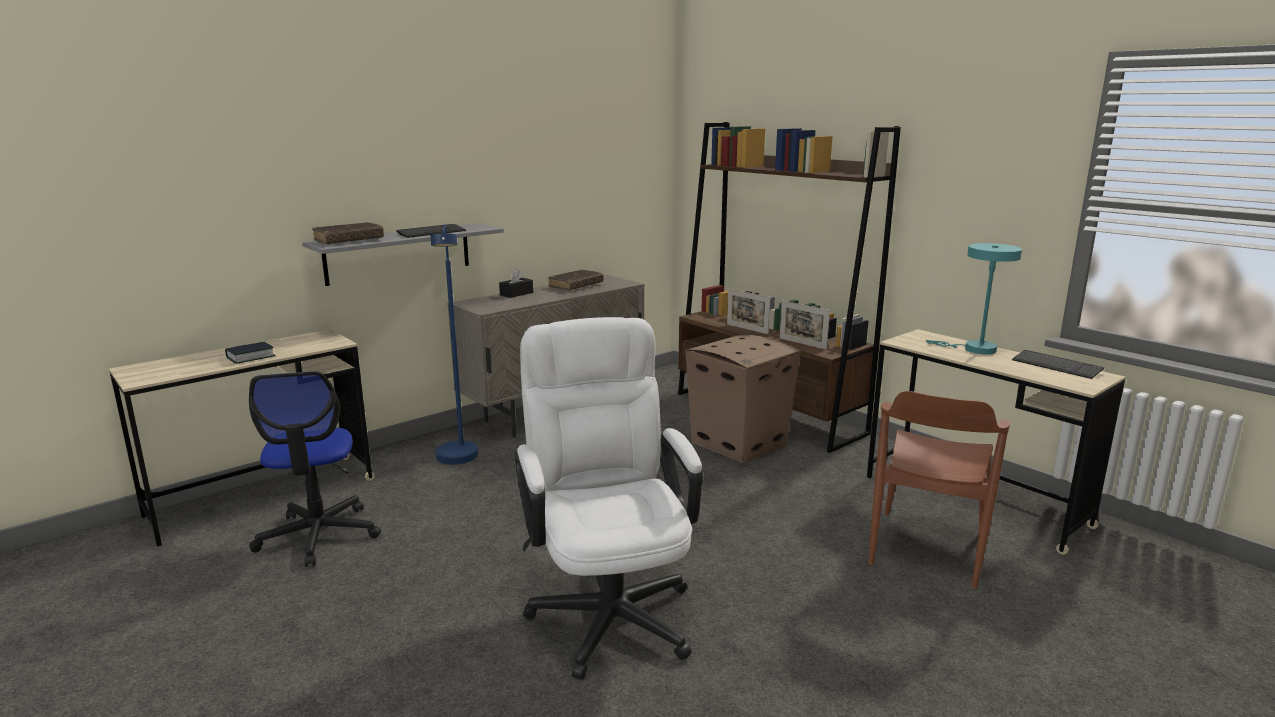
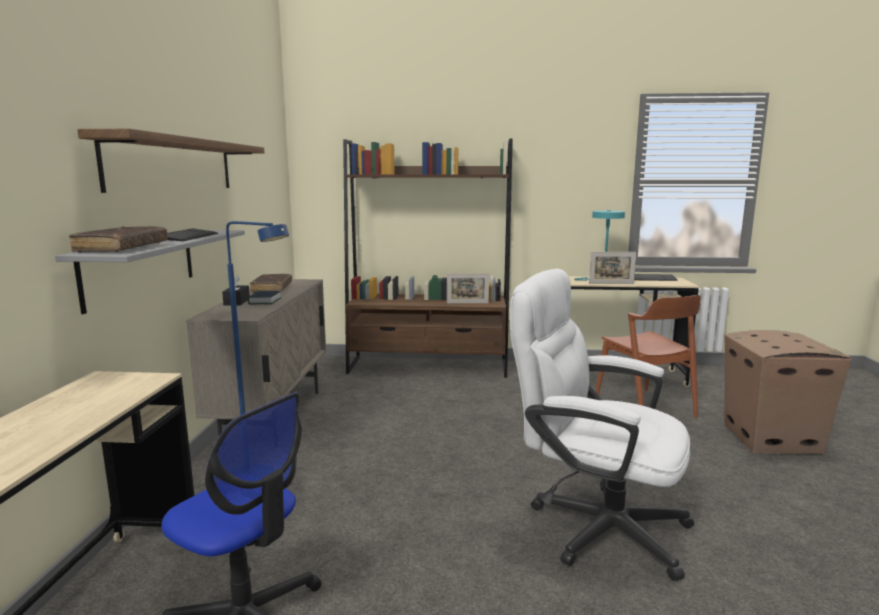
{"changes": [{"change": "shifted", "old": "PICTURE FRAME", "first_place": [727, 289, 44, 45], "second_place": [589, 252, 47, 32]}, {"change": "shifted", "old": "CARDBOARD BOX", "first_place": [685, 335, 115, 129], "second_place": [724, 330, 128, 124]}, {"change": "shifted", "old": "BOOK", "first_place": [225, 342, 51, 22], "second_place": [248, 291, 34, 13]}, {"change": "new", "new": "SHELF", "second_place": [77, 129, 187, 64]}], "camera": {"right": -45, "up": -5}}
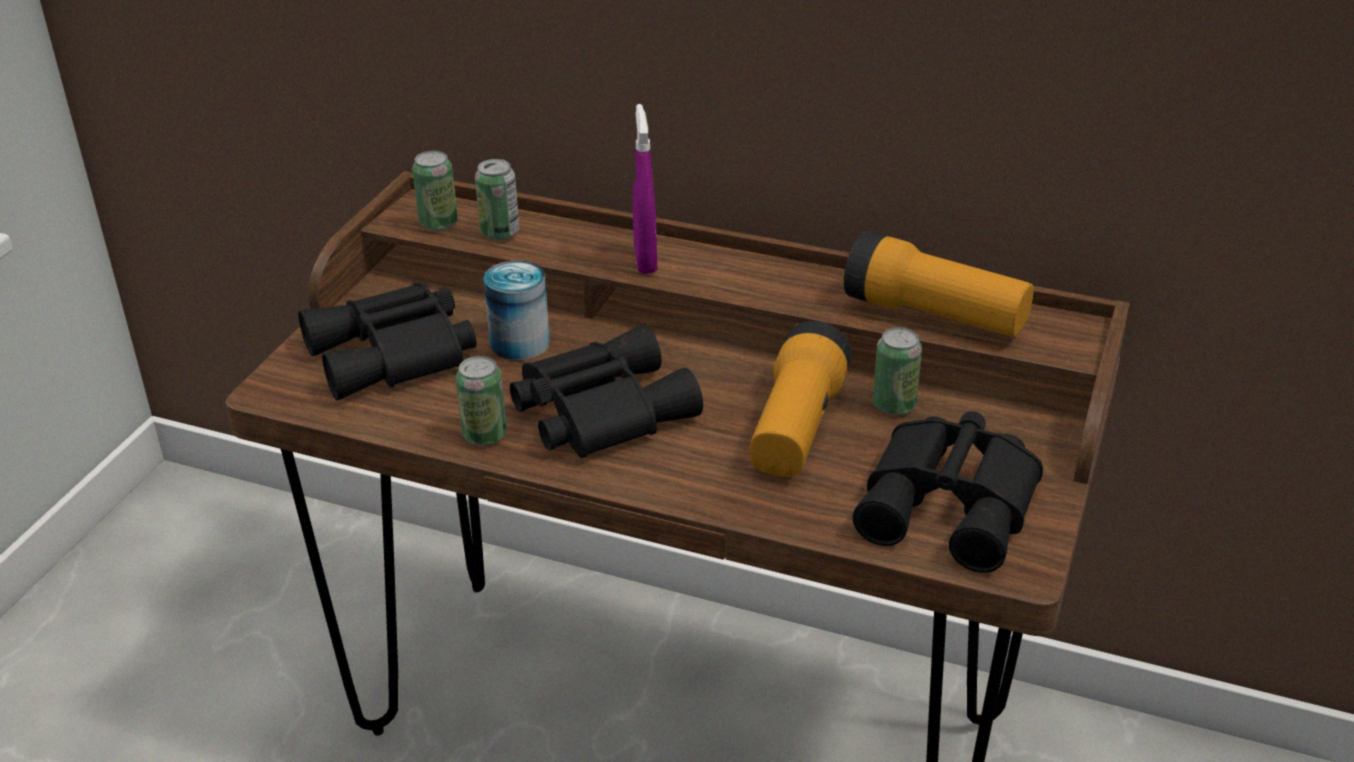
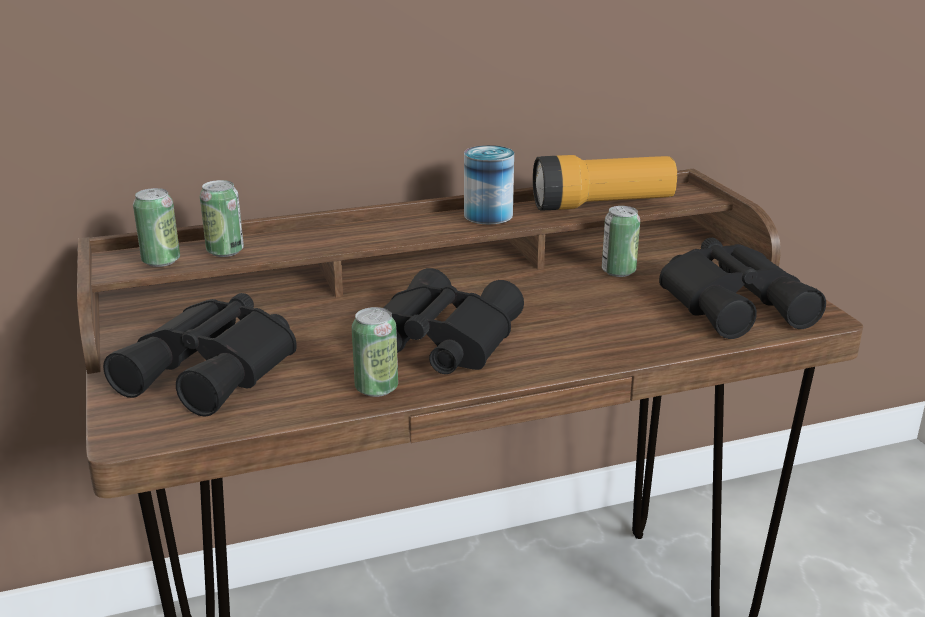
{"changes": [{"change": "gone", "old": "PURPLE SPRAY BOTTLE", "first_place": [633, 104, 24, 170]}, {"change": "shifted", "old": "CAN", "first_place": [484, 260, 66, 101], "second_place": [464, 145, 50, 79]}, {"change": "gone", "old": "FLASHLIGHT", "first_place": [750, 321, 102, 156]}], "camera": {"right": -40, "up": -10}}
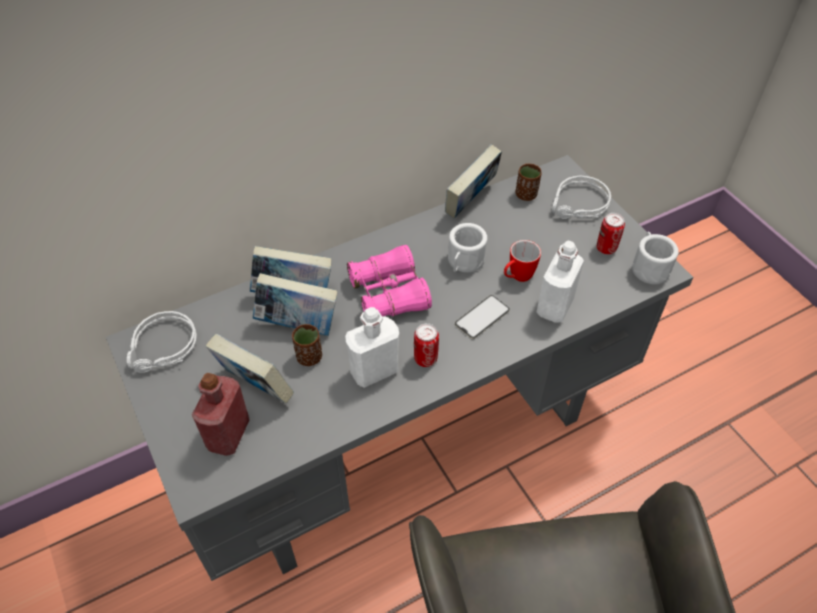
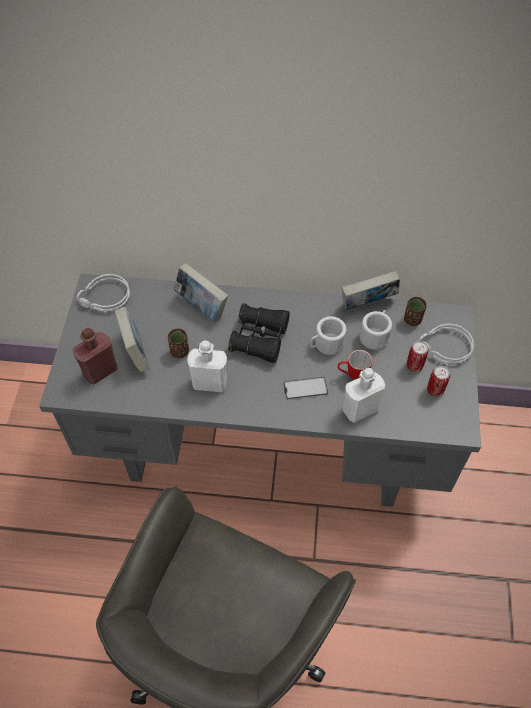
{"changes": [{"change": "shifted", "old": "WHITE MUG", "first_place": [632, 232, 47, 52], "second_place": [360, 310, 32, 40]}, {"change": "repainted", "old": "PINK BINOCULARS", "new": "BLACK BINOCULARS", "first_place": [347, 245, 85, 72], "second_place": [228, 303, 62, 60]}, {"change": "gone", "old": "BOOK", "first_place": [252, 273, 85, 63]}, {"change": "shifted", "old": "CAN", "first_place": [414, 323, 25, 44], "second_place": [407, 341, 22, 31]}], "camera": {"right": 35, "up": 5}}
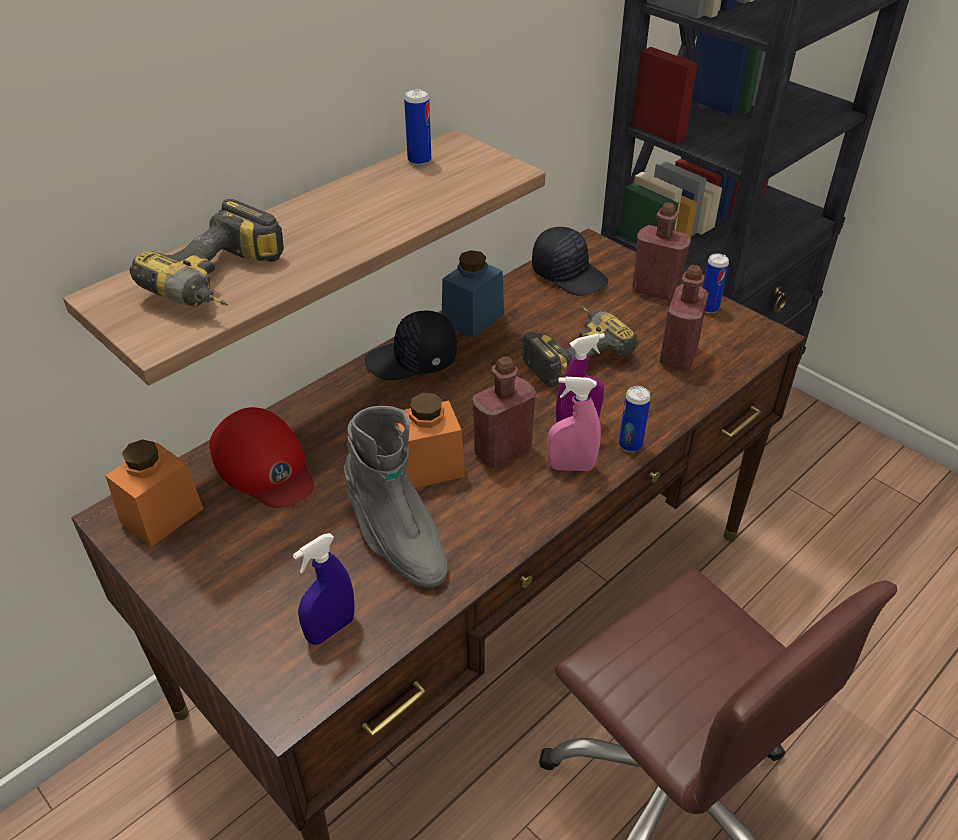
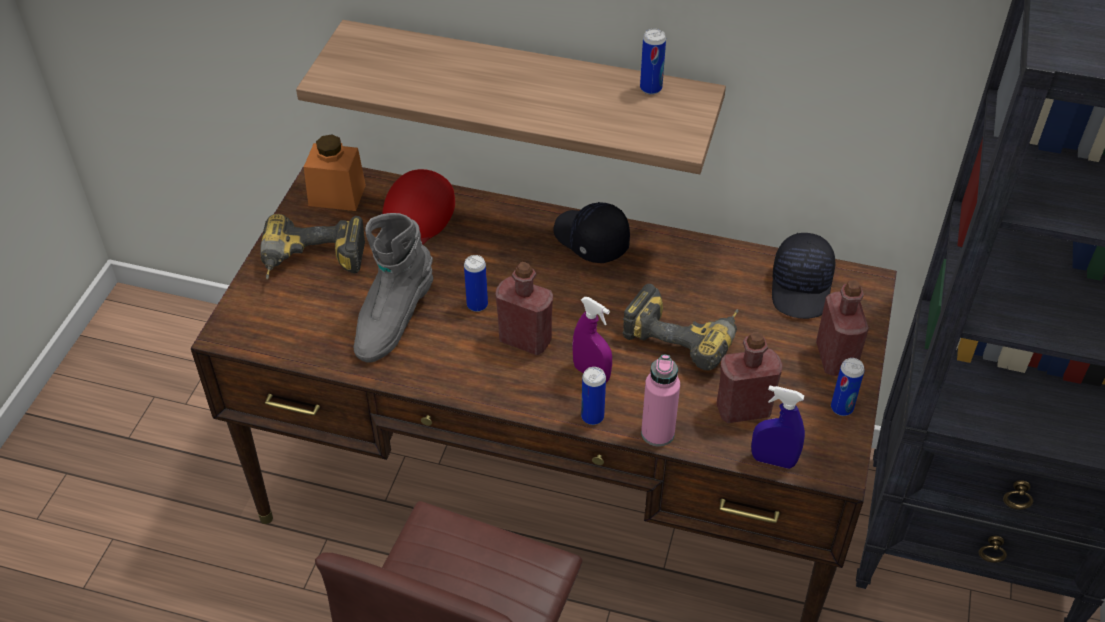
{"changes": [{"change": "shifted", "old": "POWER DRILL", "first_place": [129, 199, 155, 108], "second_place": [260, 214, 105, 65]}, {"change": "gone", "old": "BLUE JAR", "first_place": [442, 250, 62, 88]}, {"change": "gone", "old": "PINK SPRAY BOTTLE", "first_place": [547, 377, 54, 94]}, {"change": "swapped", "old": "ORANGE JAR", "new": "CAN", "first_place": [395, 393, 70, 95], "second_place": [464, 255, 24, 57]}, {"change": "shifted", "old": "BLUE SPRAY BOTTLE", "first_place": [293, 533, 62, 112], "second_place": [751, 385, 54, 84]}, {"change": "new", "new": "PINK BOTTLE", "second_place": [641, 355, 39, 92]}], "camera": {"right": 60, "up": 5}}
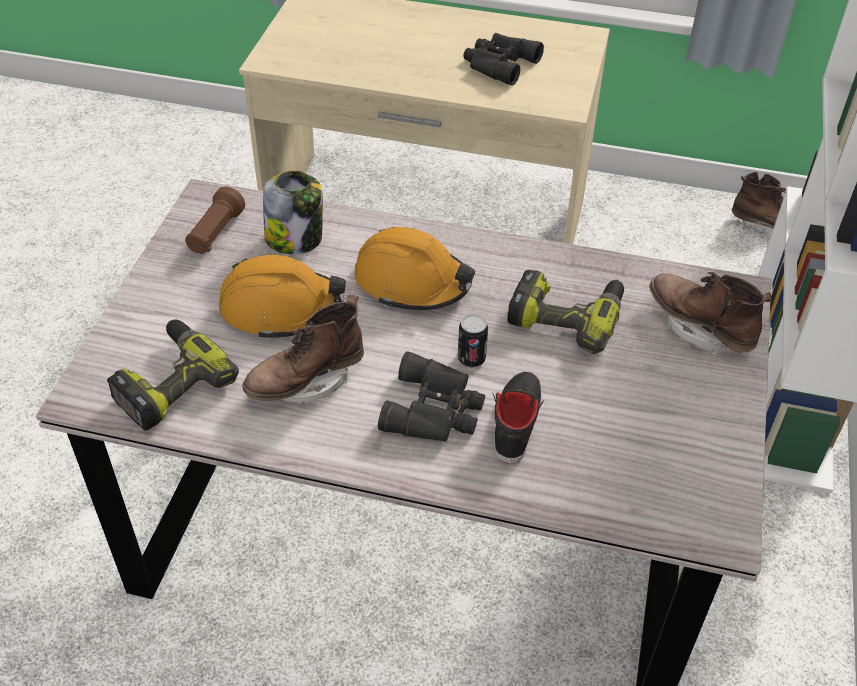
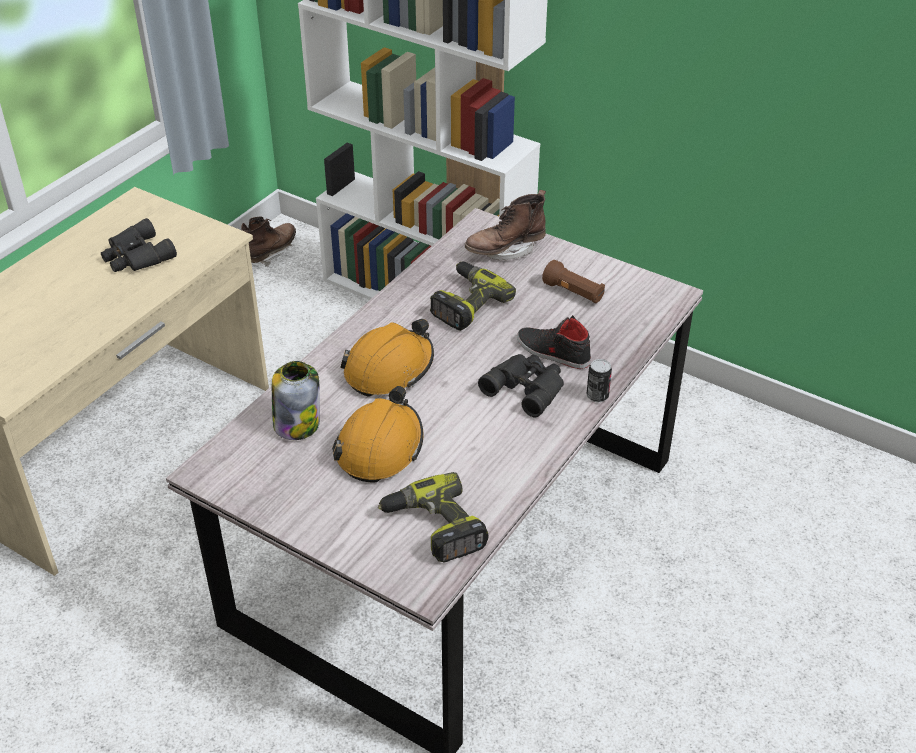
{"changes": [{"change": "shifted", "old": "BROWN FLASHLIGHT", "first_place": [185, 187, 60, 67], "second_place": [542, 260, 63, 43]}, {"change": "gone", "old": "BROWN BOOT", "first_place": [243, 295, 121, 109]}, {"change": "shifted", "old": "CAN", "first_place": [458, 314, 30, 54], "second_place": [586, 359, 26, 43]}], "camera": {"right": -70, "up": -5}}
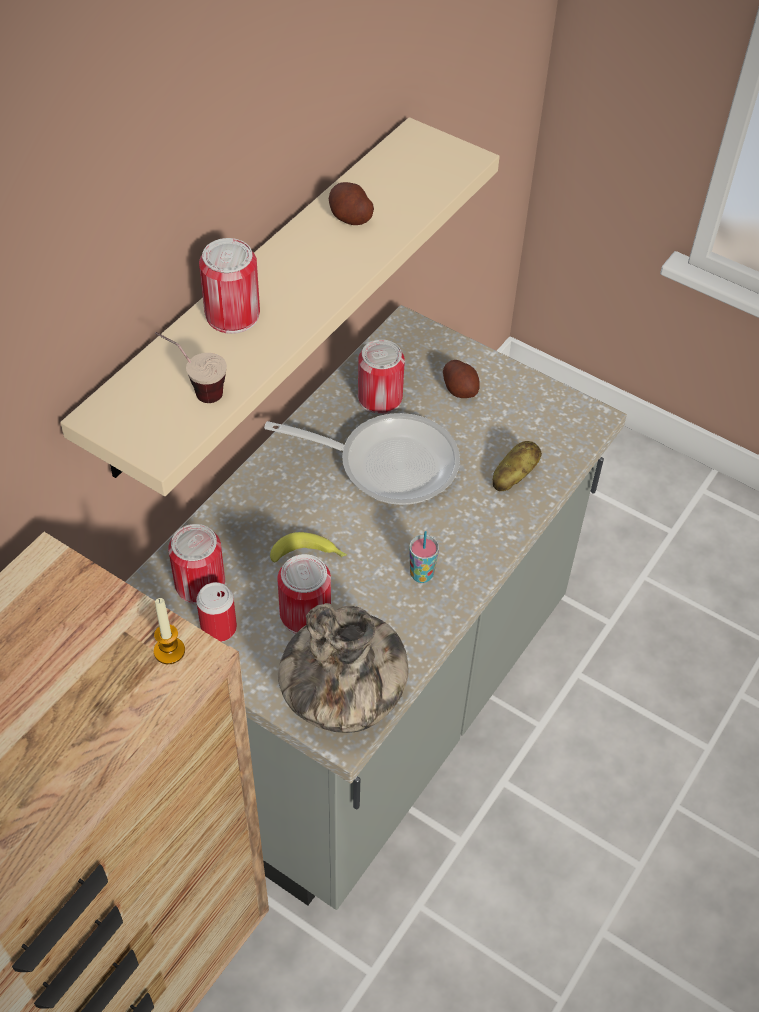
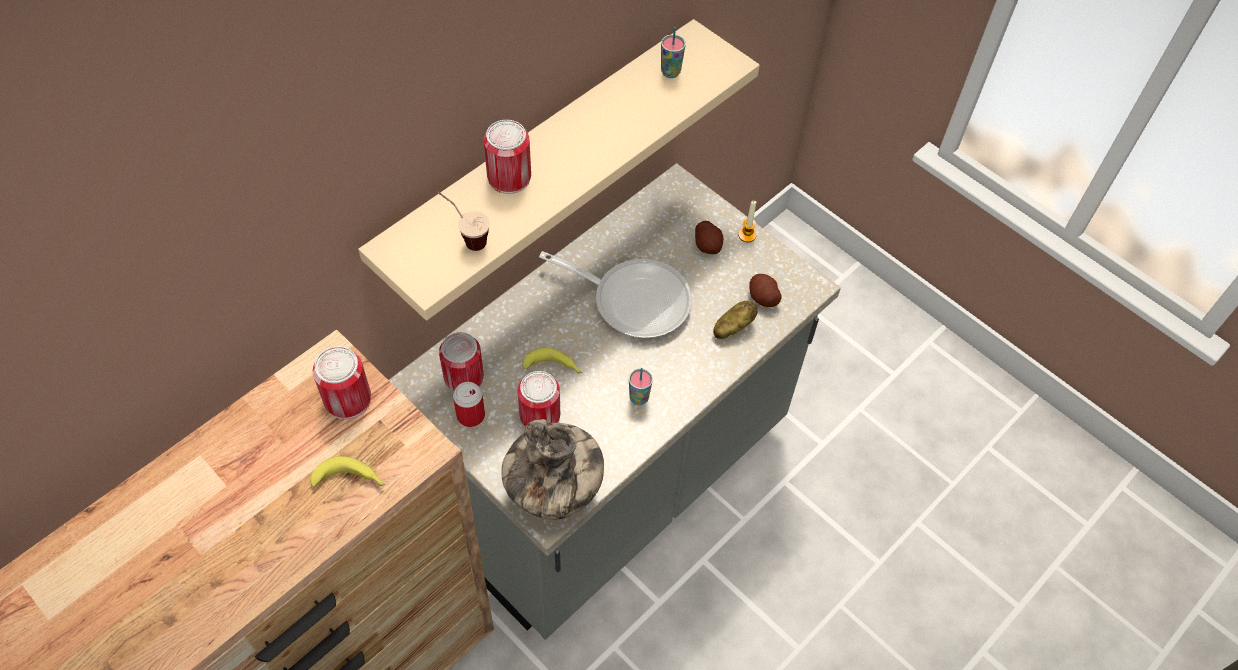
{"changes": [{"change": "shifted", "old": "POTATO", "first_place": [329, 182, 45, 43], "second_place": [749, 274, 33, 33]}, {"change": "shifted", "old": "CAN", "first_place": [358, 339, 47, 76], "second_place": [313, 346, 58, 73]}, {"change": "shifted", "old": "CANDLE", "first_place": [154, 598, 31, 66], "second_place": [738, 200, 18, 42]}, {"change": "new", "new": "CUP", "second_place": [661, 27, 25, 51]}, {"change": "new", "new": "BANANA", "second_place": [310, 456, 76, 31]}], "camera": {"right": 10, "up": 5}}
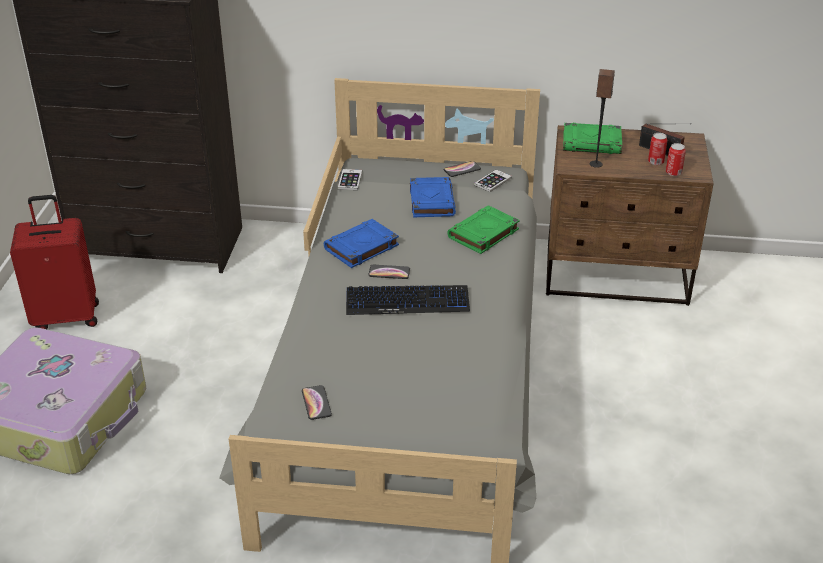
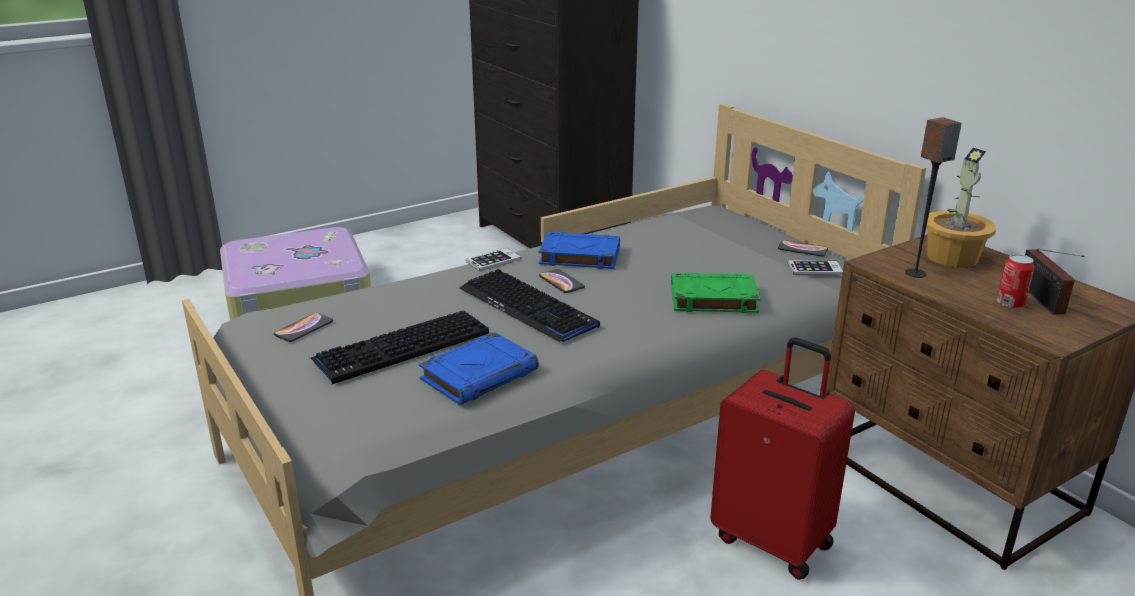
{"changes": [{"change": "swapped", "old": "GREEN BOOK", "new": "POTTED PLANT", "first_place": [563, 123, 59, 31], "second_place": [923, 148, 73, 120]}, {"change": "gone", "old": "CAN", "first_place": [666, 143, 20, 33]}, {"change": "shifted", "old": "PHONE", "first_place": [338, 169, 24, 21], "second_place": [466, 248, 55, 23]}, {"change": "shifted", "old": "BLUE BOOK", "first_place": [410, 177, 46, 40], "second_place": [419, 332, 120, 73]}, {"change": "shifted", "old": "RED SUITCASE", "first_place": [10, 195, 89, 134], "second_place": [710, 337, 145, 243]}, {"change": "new", "new": "KEYBOARD", "second_place": [310, 310, 179, 74]}], "camera": {"right": 50, "up": -10}}
